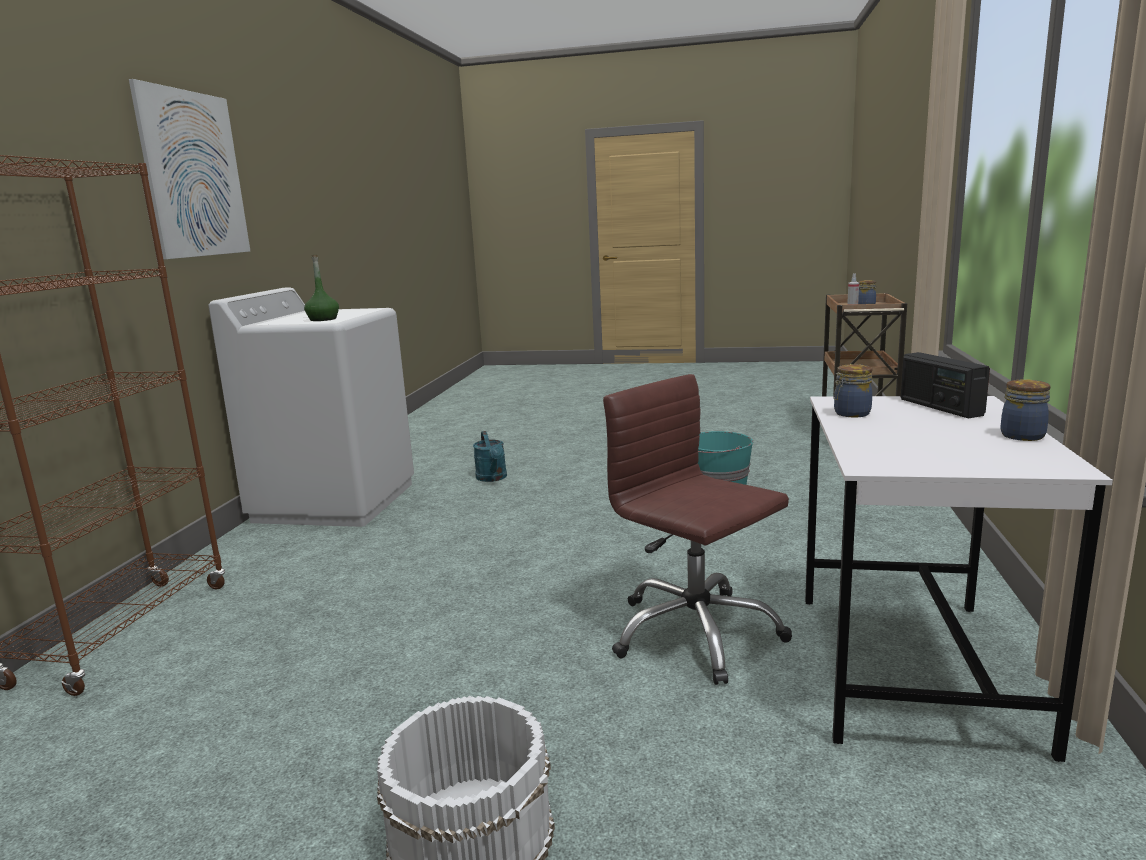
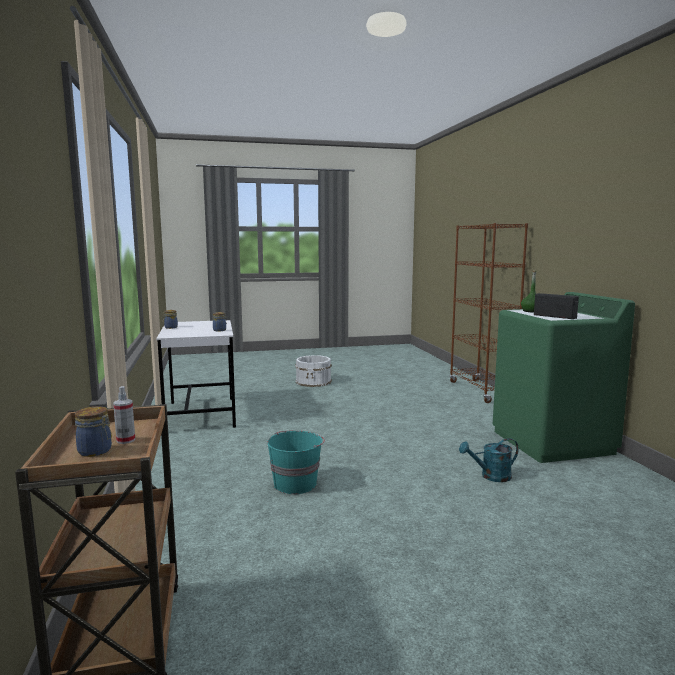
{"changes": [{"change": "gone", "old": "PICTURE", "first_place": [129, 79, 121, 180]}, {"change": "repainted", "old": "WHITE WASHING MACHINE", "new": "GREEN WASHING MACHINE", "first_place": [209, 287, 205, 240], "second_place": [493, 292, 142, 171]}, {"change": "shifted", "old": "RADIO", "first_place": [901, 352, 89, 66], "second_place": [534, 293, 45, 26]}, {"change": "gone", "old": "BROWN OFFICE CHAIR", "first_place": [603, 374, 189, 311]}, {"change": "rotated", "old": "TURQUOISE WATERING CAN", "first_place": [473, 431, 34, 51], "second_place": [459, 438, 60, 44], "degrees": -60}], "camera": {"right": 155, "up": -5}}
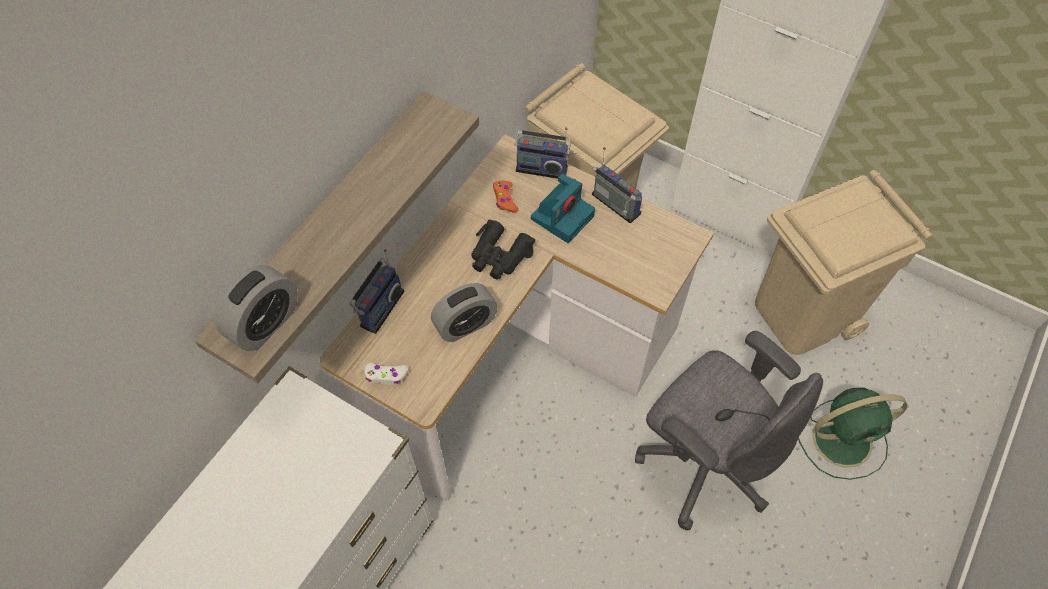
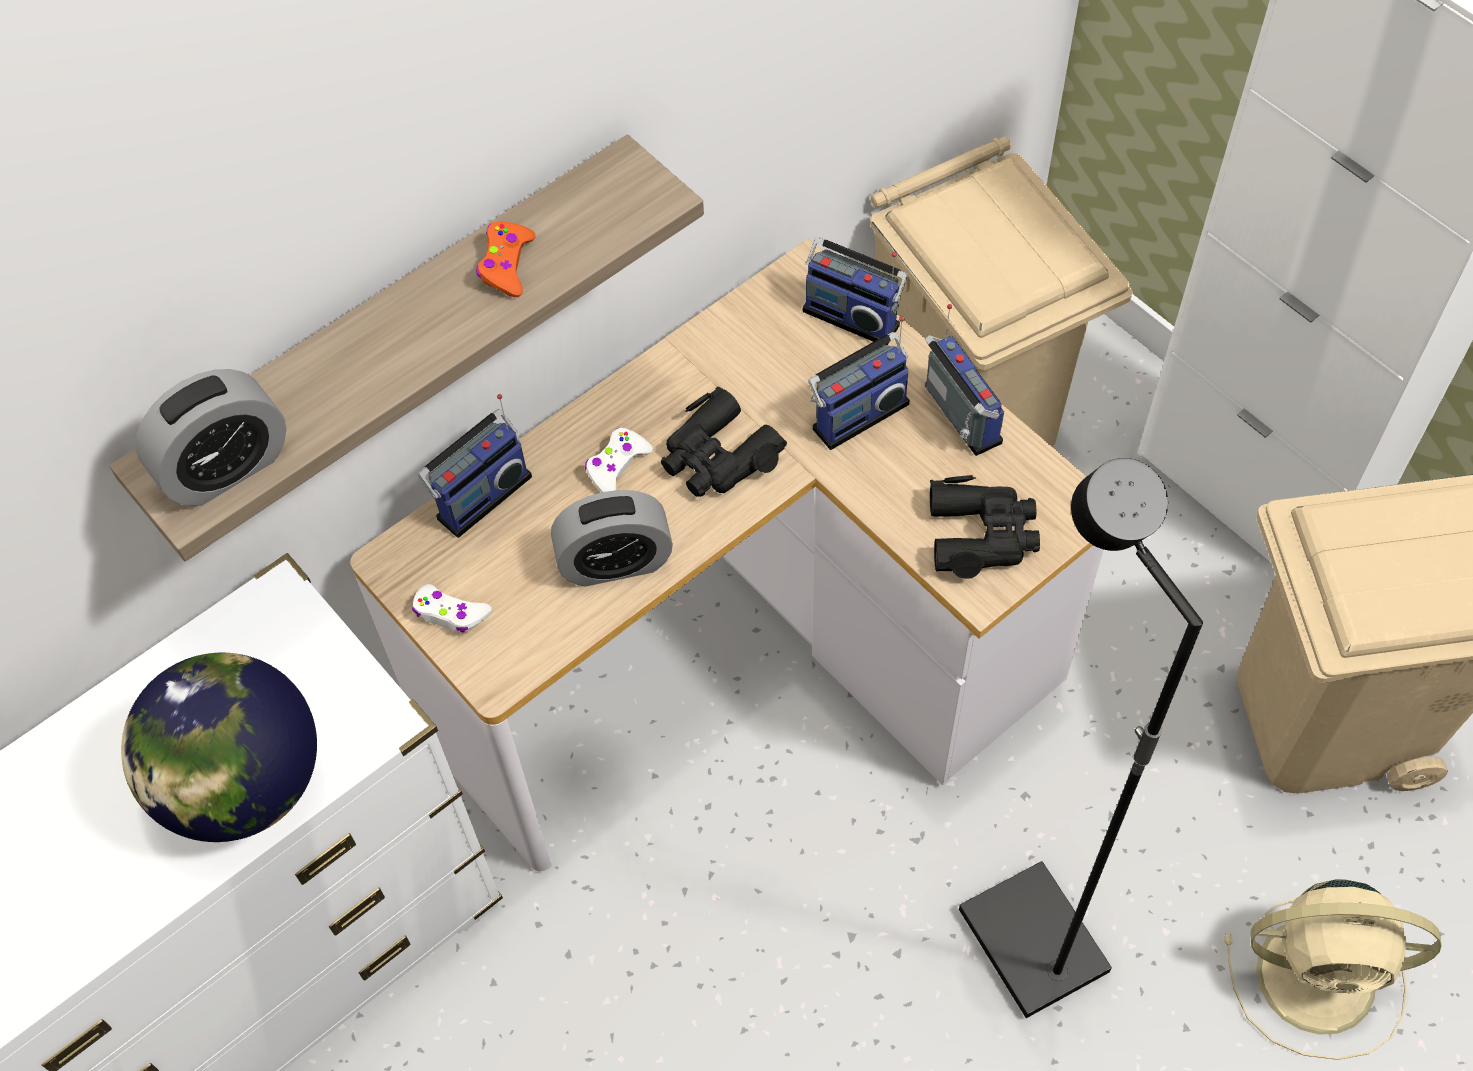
{"changes": [{"change": "swapped", "old": "PHOTO CAMERA", "new": "RADIO", "first_place": [531, 174, 64, 69], "second_place": [808, 316, 102, 134]}, {"change": "shifted", "old": "ORANGE GAME CONTROLLER", "first_place": [493, 181, 25, 32], "second_place": [476, 222, 59, 75]}, {"change": "swapped", "old": "GREY OFFICE CHAIR", "new": "BLACK FLOOR LAMP", "first_place": [635, 331, 188, 199], "second_place": [959, 458, 244, 560]}, {"change": "repainted", "old": "GREEN FAN", "new": "BEIGE FAN", "first_place": [798, 387, 109, 93], "second_place": [1224, 879, 217, 181]}, {"change": "new", "new": "WHITE GAME CONTROLLER", "second_place": [584, 428, 69, 64]}, {"change": "new", "new": "BLACK BINOCULARS", "second_place": [930, 475, 110, 104]}, {"change": "new", "new": "GLOBE", "second_place": [121, 652, 196, 190]}], "camera": {"right": 20, "up": 0}}
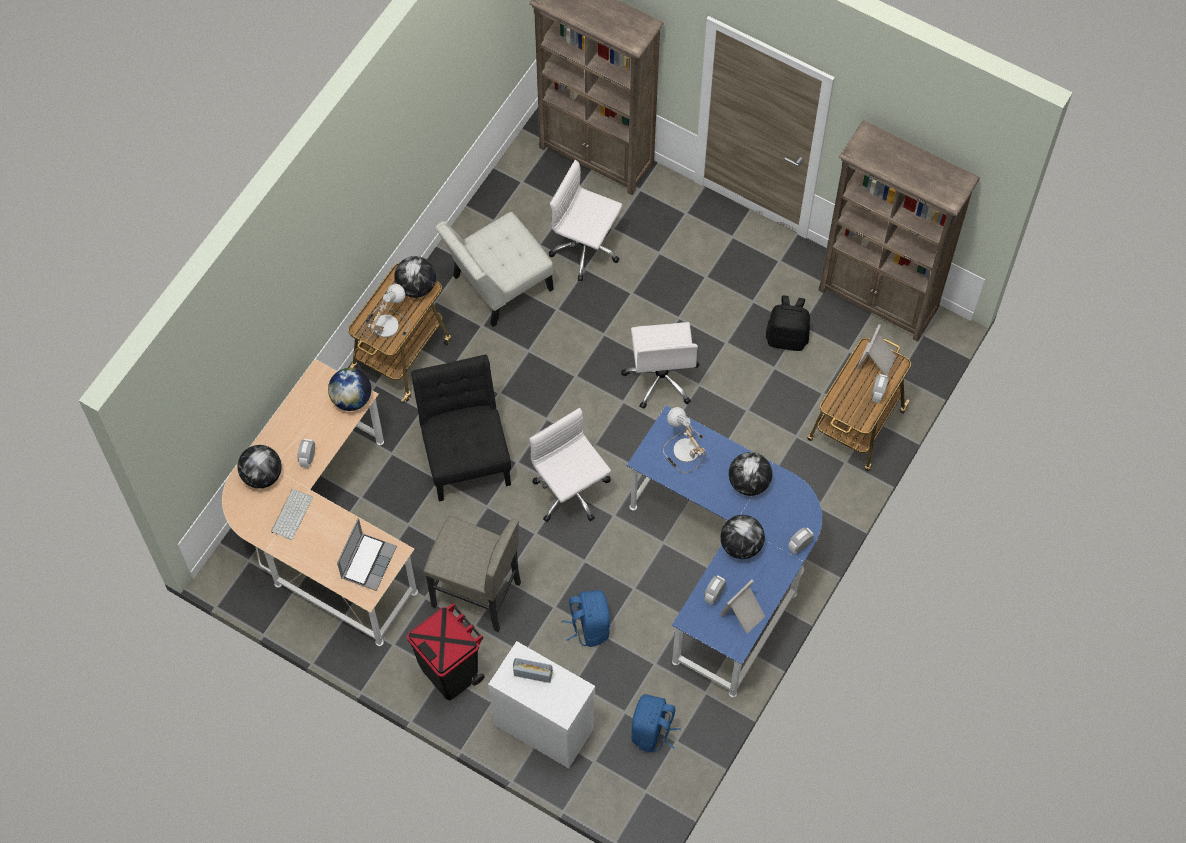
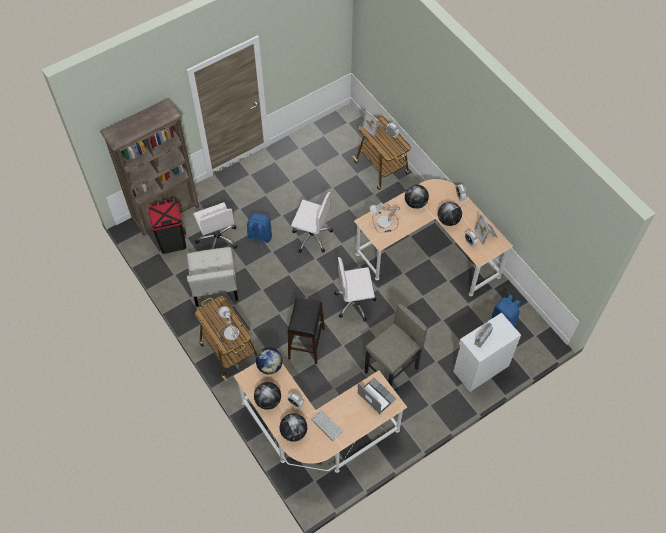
{"changes": [{"change": "gone", "old": "BROWN BOOKCASE", "first_place": [818, 120, 162, 221]}, {"change": "rotated", "old": "WHITE OFFICE CHAIR", "first_place": [549, 160, 73, 121], "second_place": [193, 202, 44, 47], "degrees": -75}, {"change": "shifted", "old": "GLOBE", "first_place": [394, 256, 42, 42], "second_place": [254, 382, 27, 28]}, {"change": "gone", "old": "BLACK BACKPACK", "first_place": [766, 295, 44, 56]}, {"change": "swapped", "old": "BLACK CHAIR", "new": "BLACK STOOL", "first_place": [411, 355, 100, 146], "second_place": [288, 298, 37, 66]}, {"change": "repainted", "old": "BLUE DESK", "new": "BEIGE DESK", "first_place": [627, 405, 195, 292], "second_place": [354, 179, 159, 117]}, {"change": "shifted", "old": "BLUE BACKPACK", "first_place": [562, 590, 48, 57], "second_place": [247, 213, 25, 36]}, {"change": "shifted", "old": "BLACK TRASH CAN", "first_place": [407, 603, 78, 97], "second_place": [148, 198, 38, 56]}], "camera": {"right": -65, "up": -5}}
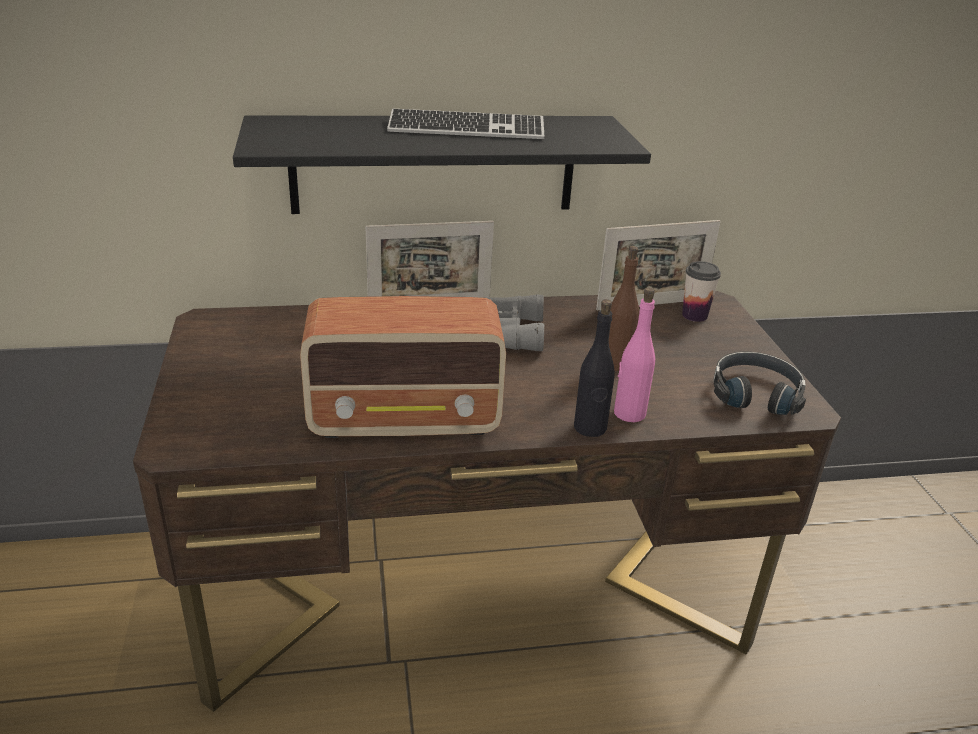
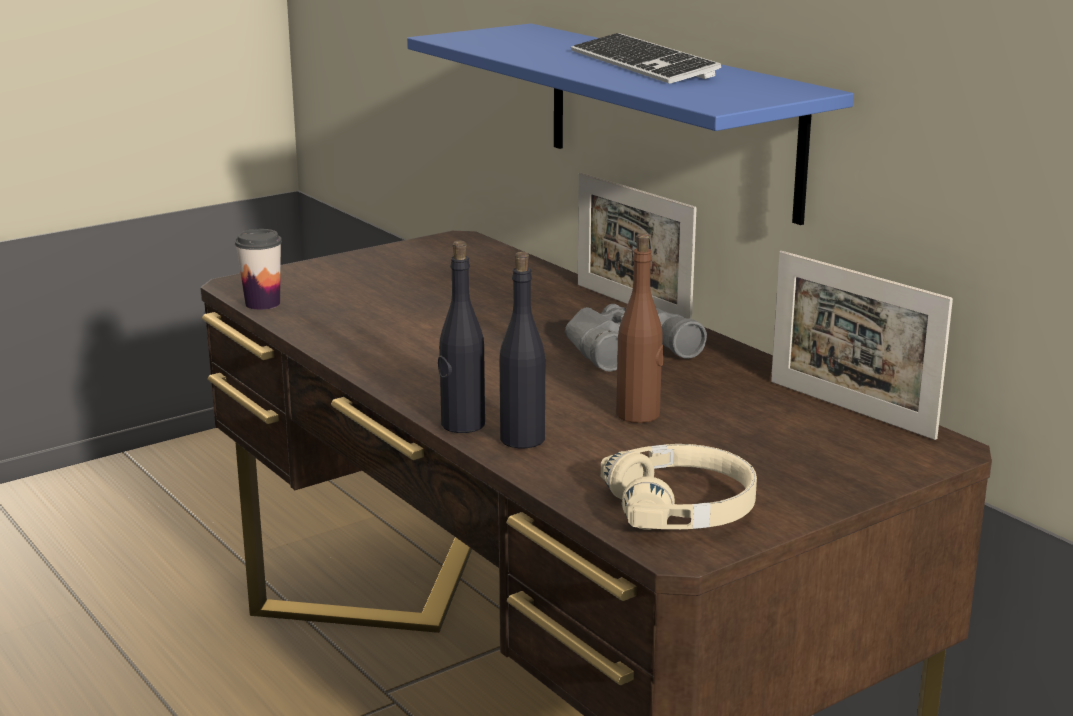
{"changes": [{"change": "repainted", "old": "BLACK SHELF", "new": "BLUE SHELF", "first_place": [233, 116, 418, 98], "second_place": [407, 23, 447, 202]}, {"change": "shifted", "old": "CUP", "first_place": [682, 261, 39, 61], "second_place": [235, 229, 47, 81]}, {"change": "repainted", "old": "PINK BOTTLE", "new": "BLACK BOTTLE", "first_place": [614, 288, 41, 134], "second_place": [499, 252, 46, 196]}, {"change": "gone", "old": "RADIO", "first_place": [300, 296, 206, 142]}, {"change": "repainted", "old": "BLACK HEADPHONES", "new": "BEIGE HEADPHONES", "first_place": [714, 351, 92, 64], "second_place": [601, 444, 156, 86]}], "camera": {"right": 65, "up": -10}}
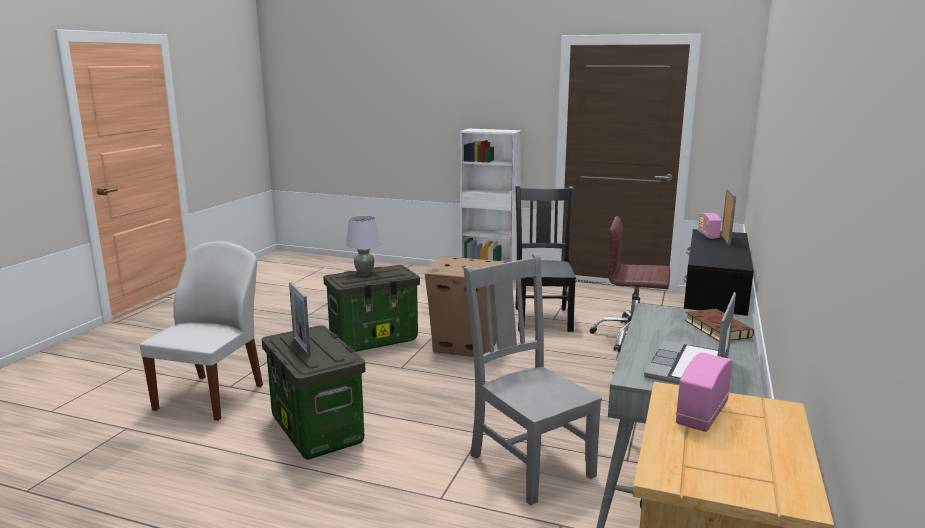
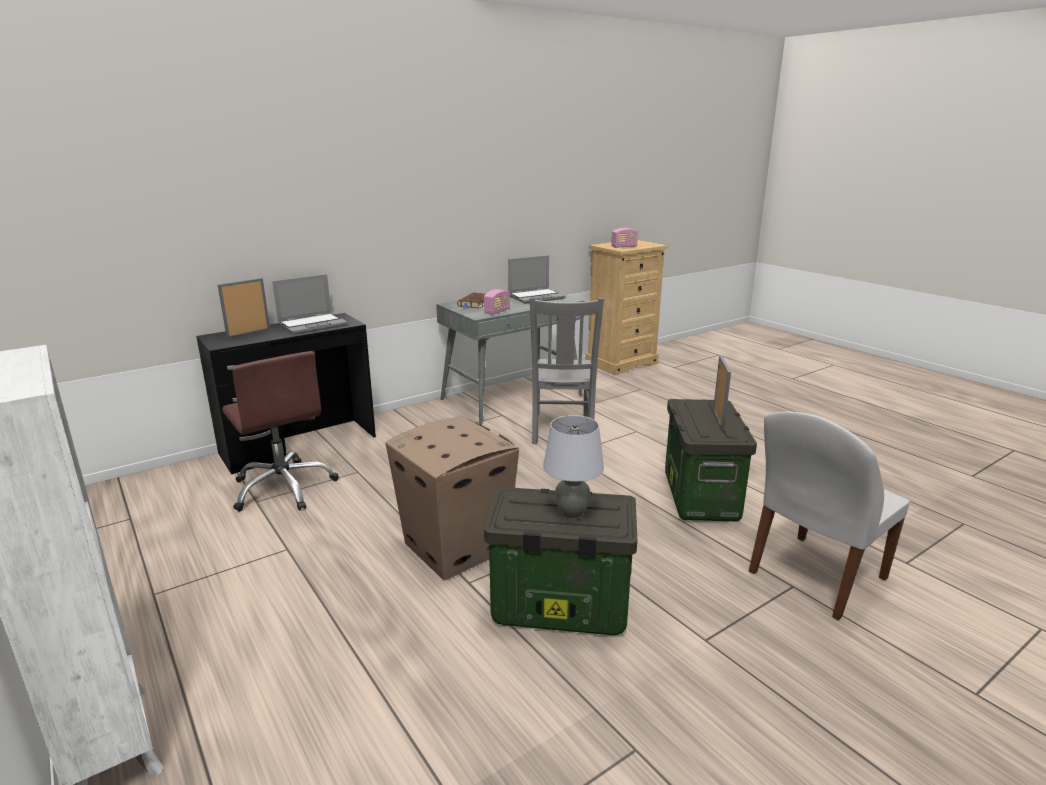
{"changes": [{"change": "gone", "old": "BLACK CHAIR", "first_place": [515, 186, 61, 146]}, {"change": "shifted", "old": "RADIO", "first_place": [698, 213, 23, 26], "second_place": [484, 289, 26, 26]}, {"change": "new", "new": "LAPTOP", "second_place": [272, 274, 75, 61]}], "camera": {"right": -145, "up": 5}}
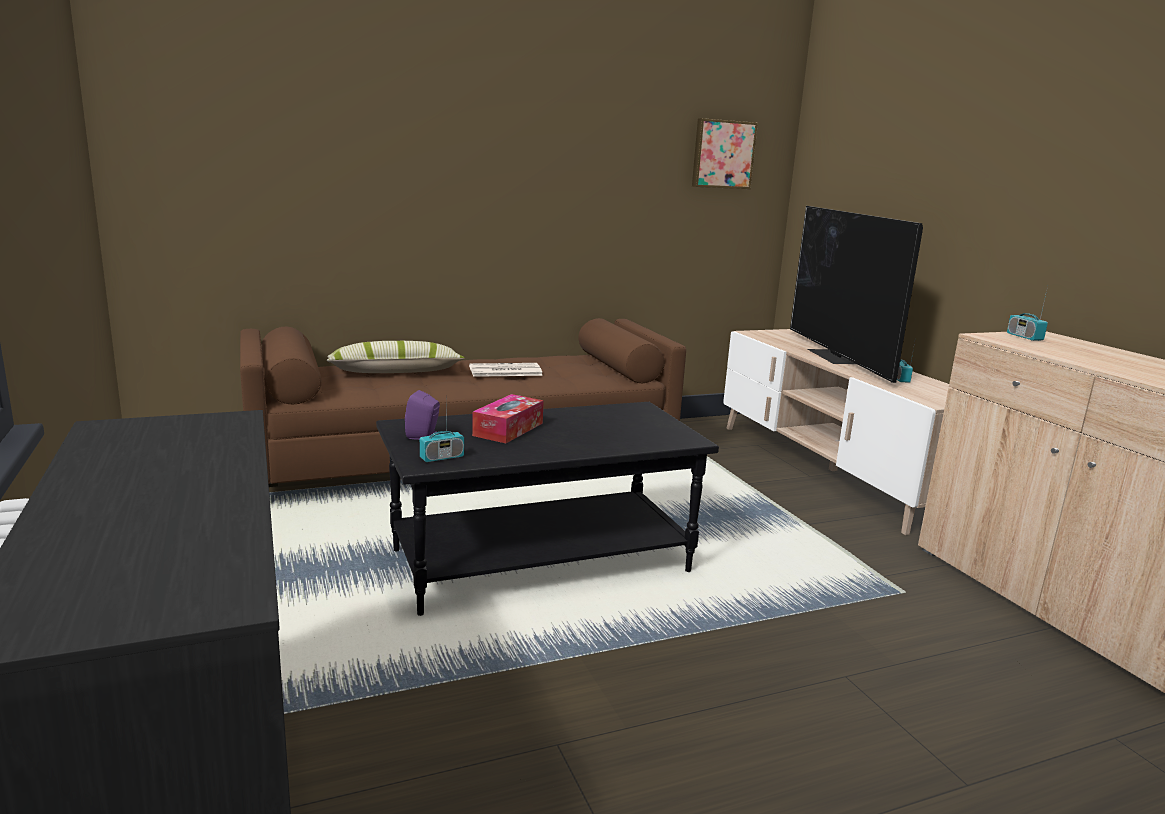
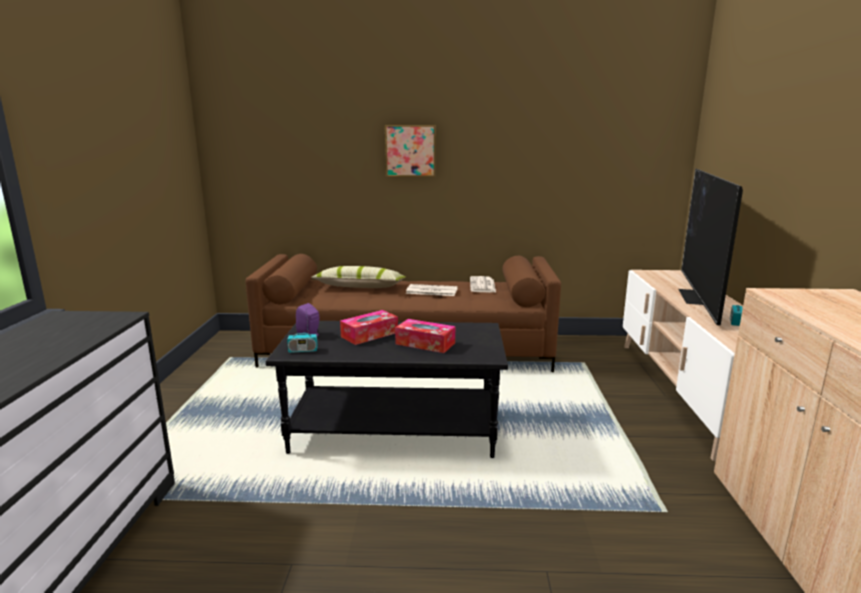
{"changes": [{"change": "shifted", "old": "PICTURE", "first_place": [692, 118, 66, 71], "second_place": [385, 125, 51, 52]}, {"change": "gone", "old": "RADIO", "first_place": [1007, 286, 41, 55]}, {"change": "new", "new": "NEWSPAPER", "second_place": [470, 276, 26, 16]}, {"change": "new", "new": "TISSUE BOX", "second_place": [395, 319, 60, 34]}], "camera": {"right": 25, "up": 0}}
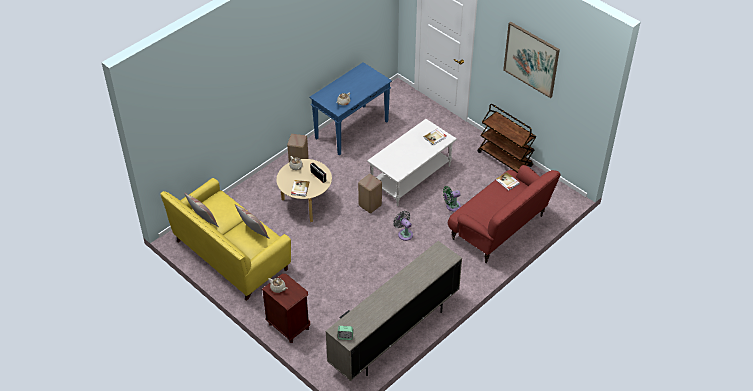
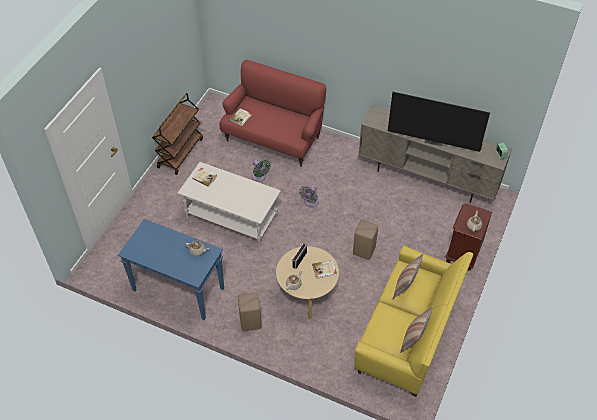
{"changes": [{"change": "gone", "old": "PICTURE", "first_place": [503, 22, 57, 76]}, {"change": "shifted", "old": "BEIGE STOOL", "first_place": [358, 174, 24, 39], "second_place": [353, 220, 25, 40]}, {"change": "new", "new": "TELEVISION", "second_place": [388, 92, 102, 60]}], "camera": {"right": -110, "up": 5}}
